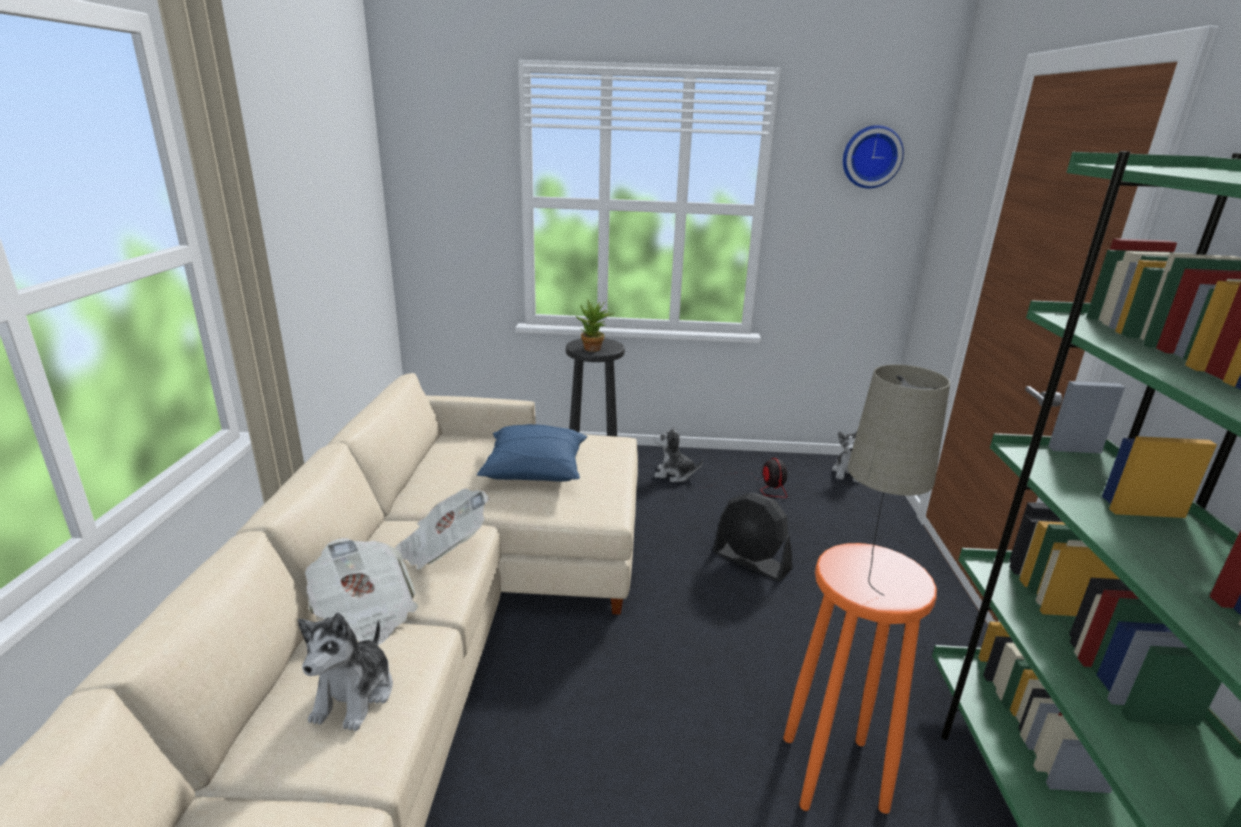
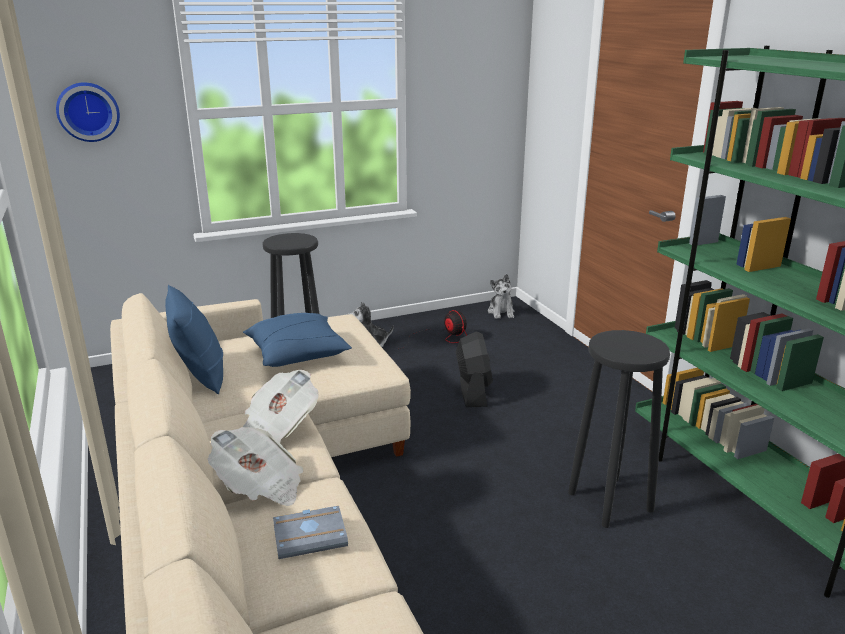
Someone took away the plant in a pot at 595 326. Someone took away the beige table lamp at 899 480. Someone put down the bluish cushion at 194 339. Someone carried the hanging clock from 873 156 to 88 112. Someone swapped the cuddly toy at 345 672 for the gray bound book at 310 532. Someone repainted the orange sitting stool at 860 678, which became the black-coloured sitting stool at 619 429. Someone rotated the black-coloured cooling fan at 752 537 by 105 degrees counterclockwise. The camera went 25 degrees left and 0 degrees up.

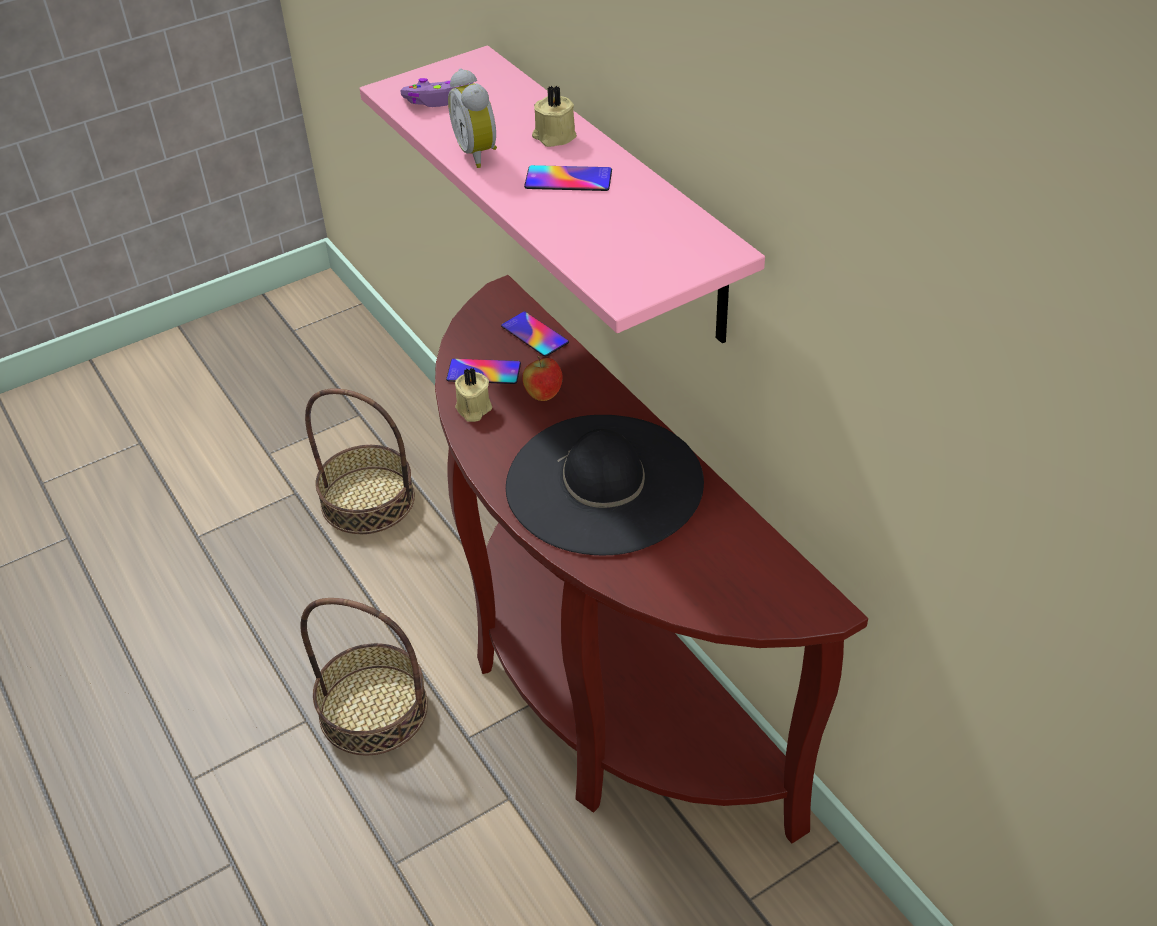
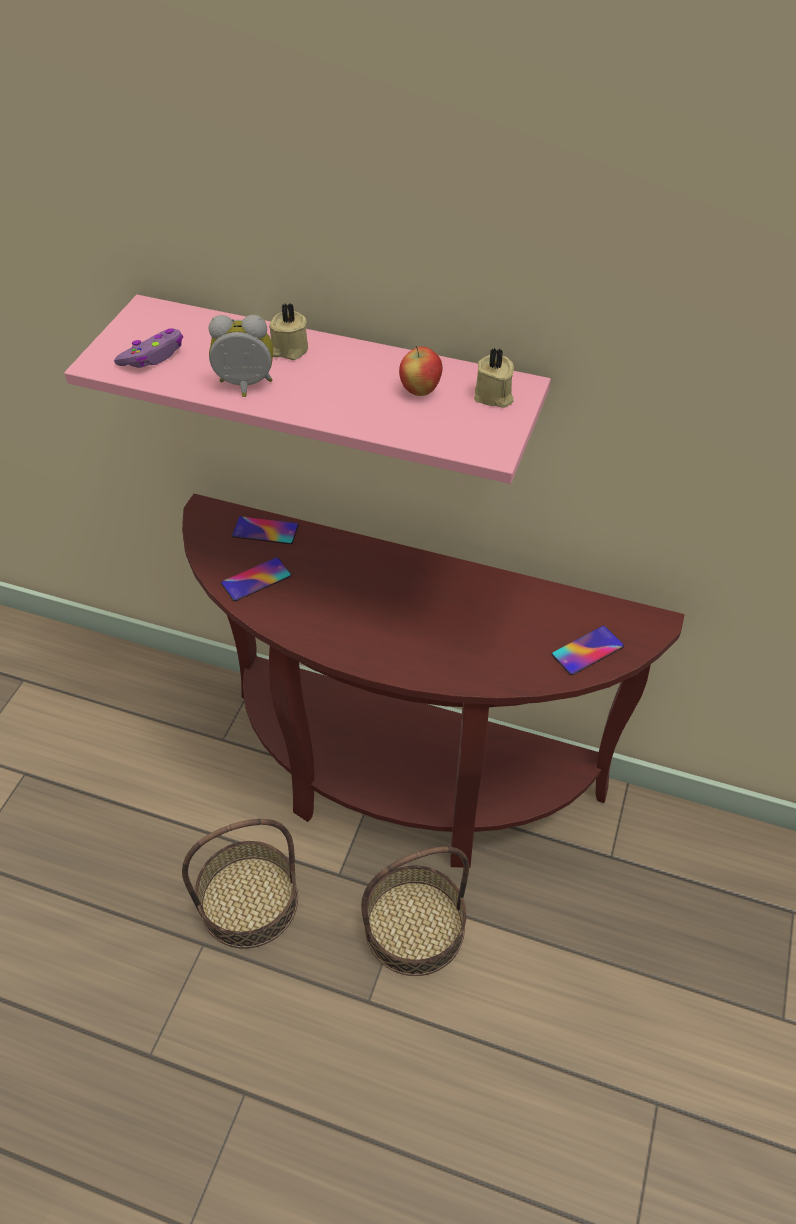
Someone took away the black-coloured clothing hat at 605 485. Someone carried the household basket from 360 461 to 415 911. Someone carried the beige candle from 473 394 to 494 378. Someone carried the apple from 542 378 to 420 371. Someone carried the handset from 568 178 to 588 650. Someone rotated the table clock at 472 118 by 150 degrees clockwise. The camera went 40 degrees left and 5 degrees up.

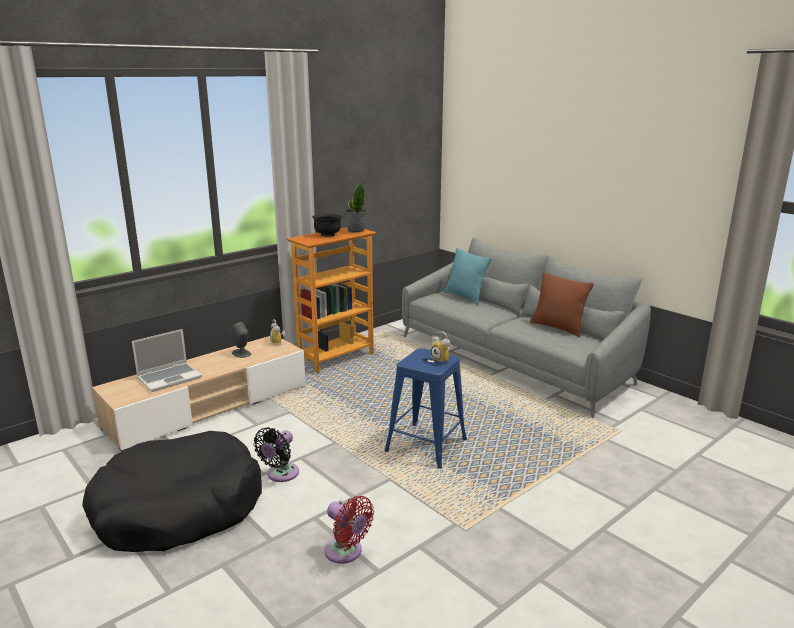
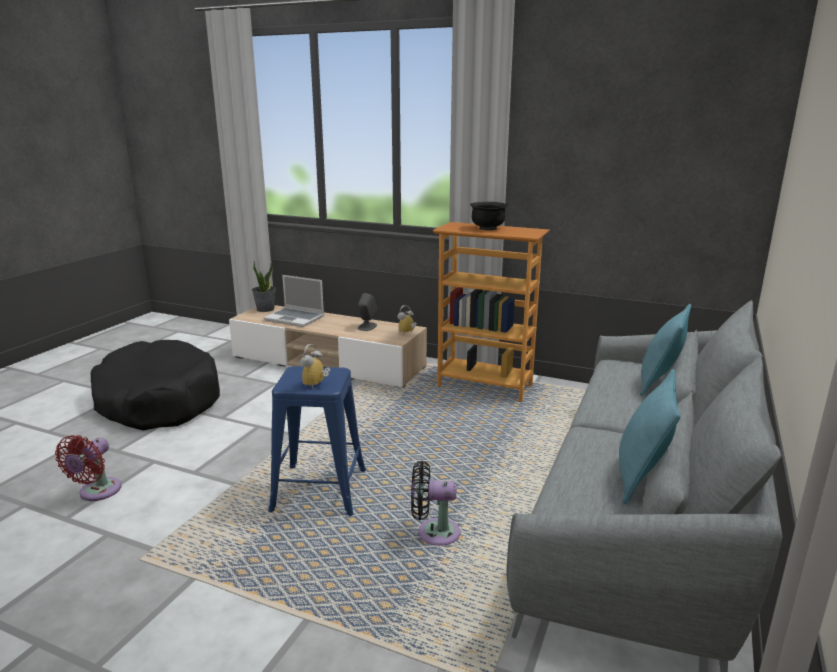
Someone carried the black-coloured cooling fan from 276 454 to 435 503. Someone carried the plant in a pot from 355 207 to 264 286. Someone repainted the brown-coloured cushion at 562 304, which became the blue-green cushion at 649 436. The camera went 65 degrees right and 0 degrees up.

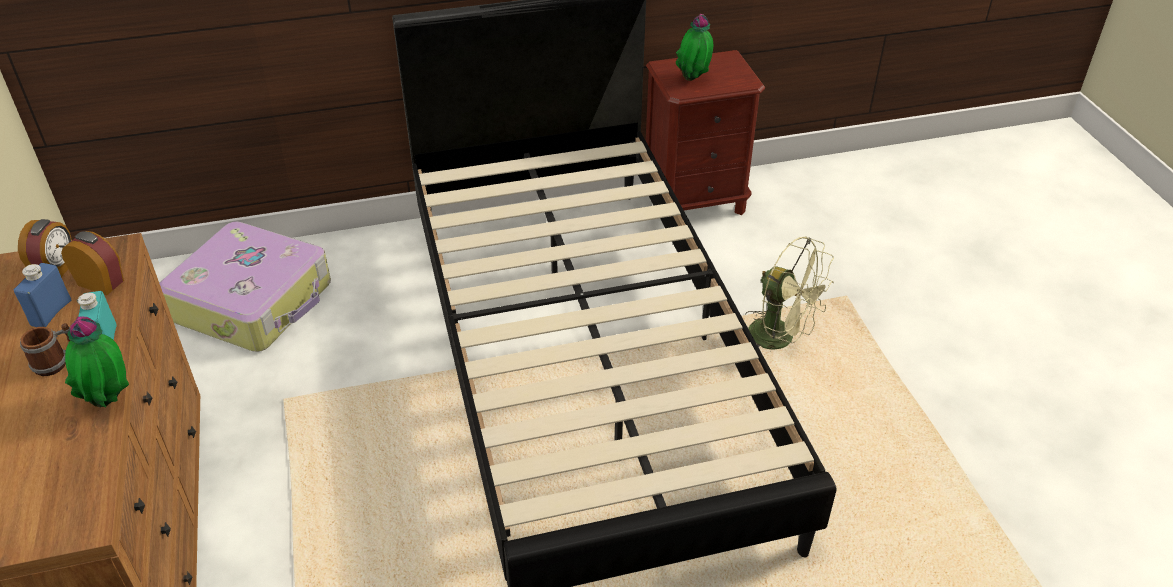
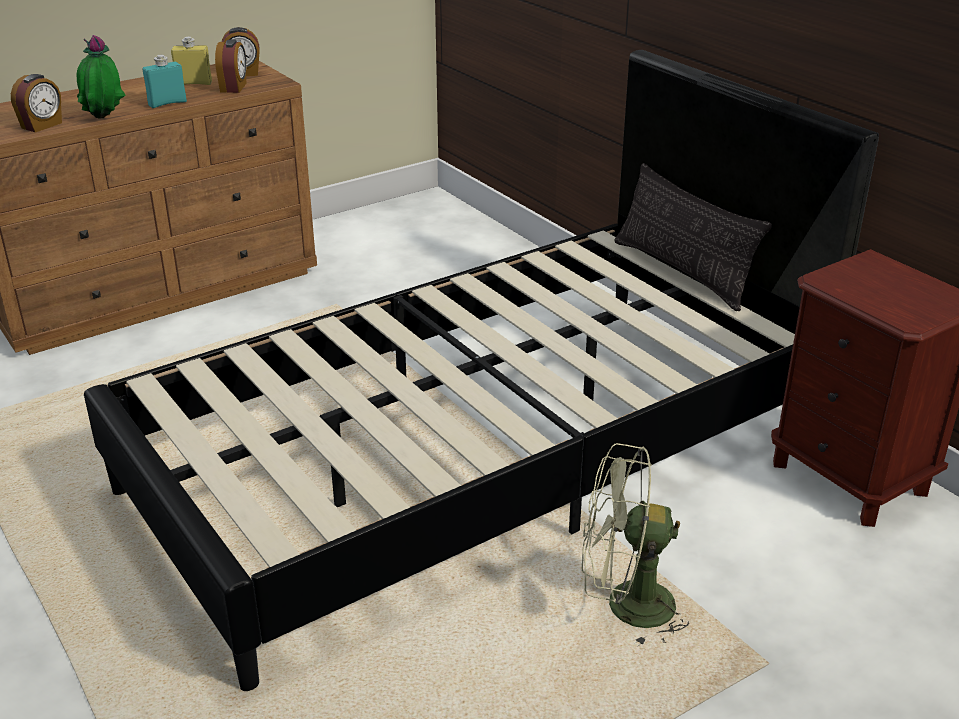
Someone took away the tea mug at 45 349. Someone took away the travel case at 245 286. Someone took away the plant in a pot at 694 47. Someone put down the table clock at 36 103. Someone put down the cushion at 693 237. Someone repainted the bluish drink bottle at 42 295, which became the yellow-coloured drink bottle at 191 61. Someone rotated the greenish cooling fan at 789 293 by 75 degrees clockwise. The camera went 70 degrees right and 10 degrees down.

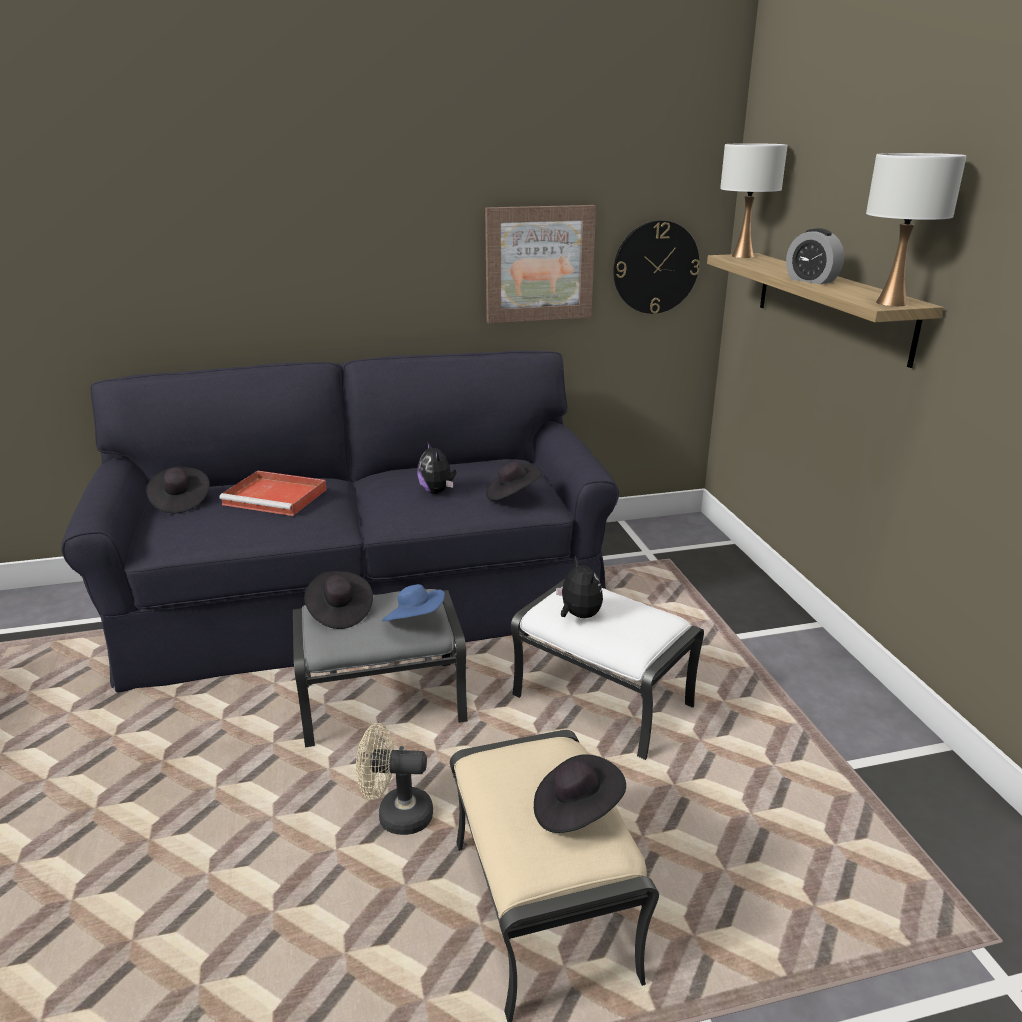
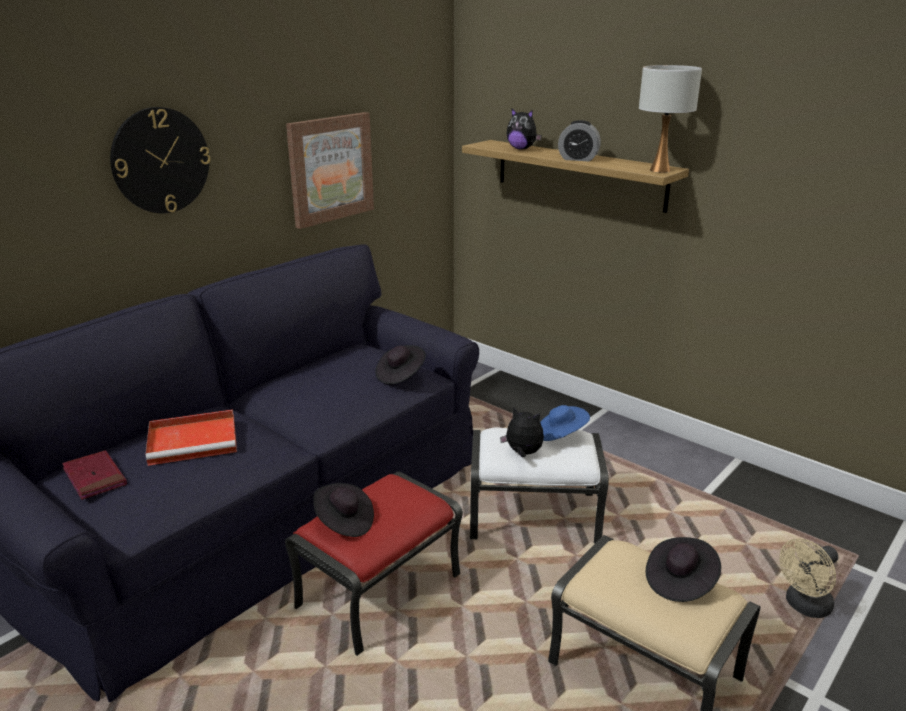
Someone took away the whitish table lamp at 754 200. Someone carried the beige cooling fan from 394 779 to 808 578. Someone carried the bluish clothing hat from 413 602 to 565 423. Someone carried the cuddly toy from 436 468 to 524 129. Someone carried the hanging clock from 656 267 to 160 160. Someone swapped the black-coloured clothing hat at 178 489 for the red bound book at 94 475. Someone repainted the gray ottoman at 380 668, which became the red ottoman at 374 564. The camera went 35 degrees left and 0 degrees up.

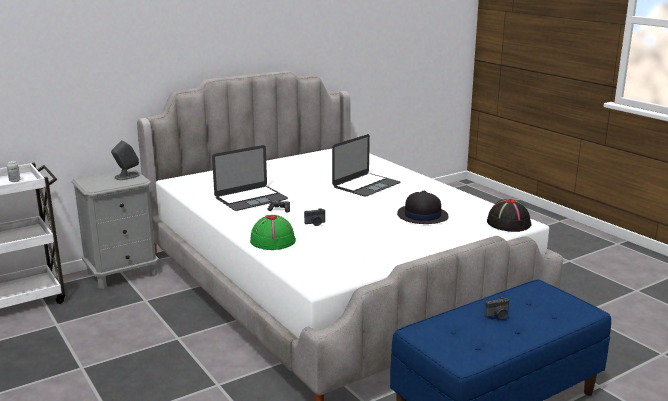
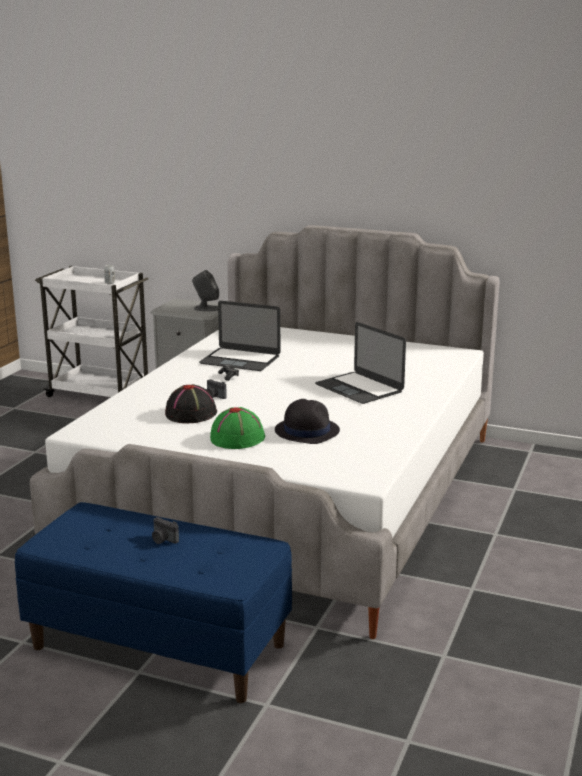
Someone carried the greenish clothing hat from 273 232 to 237 428. Someone carried the black-coloured clothing hat from 509 215 to 191 403. Someone rotated the notebook computer at 366 165 by 45 degrees clockwise. The camera went 55 degrees right and 0 degrees up.

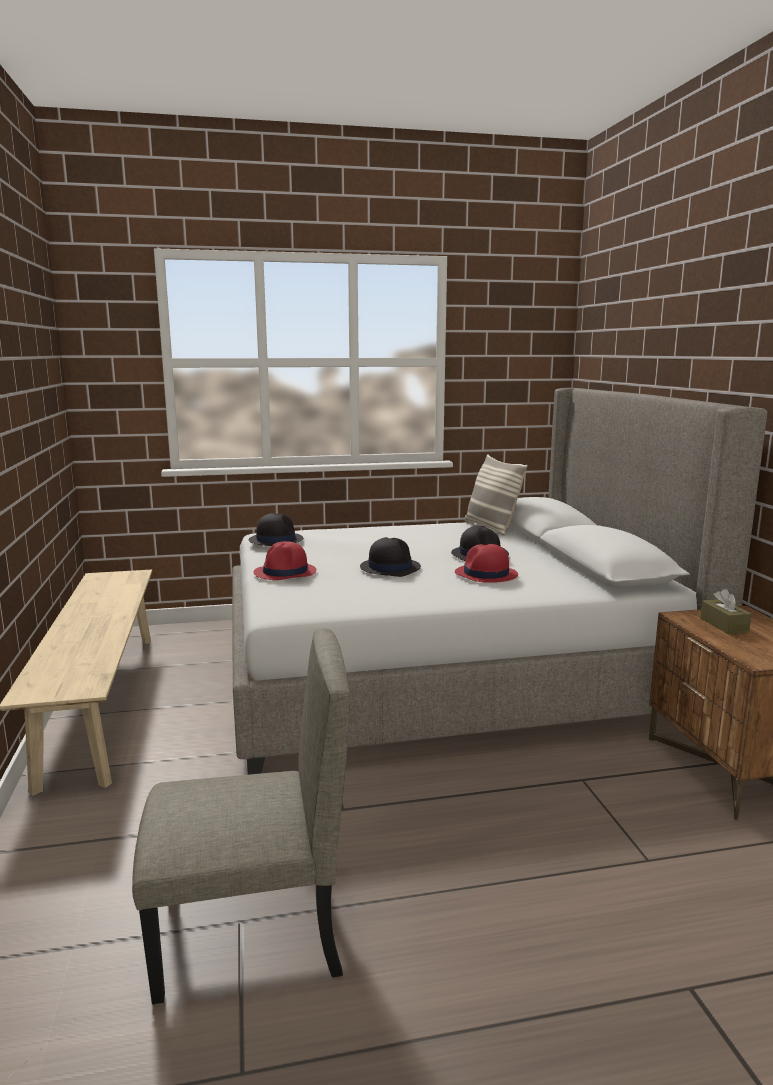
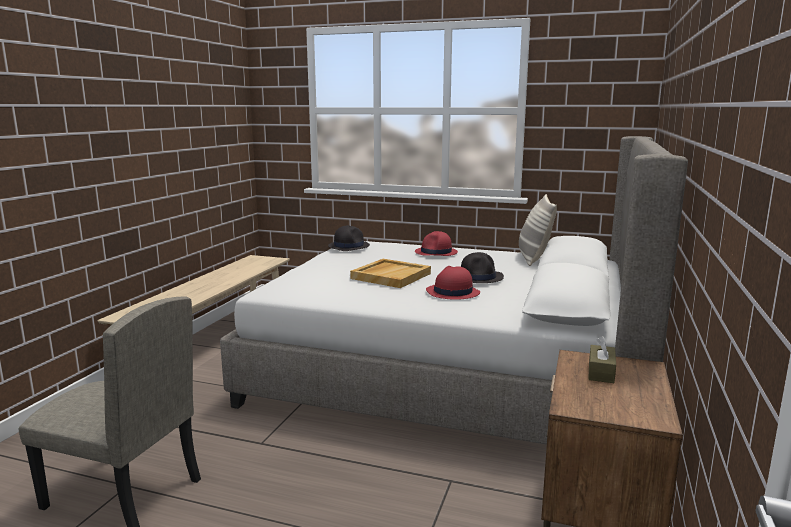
Someone carried the red clothing hat from 284 560 to 436 243. Someone swapped the black-coloured clothing hat at 390 557 for the beige tray at 390 273. The camera went 30 degrees right and 0 degrees up.

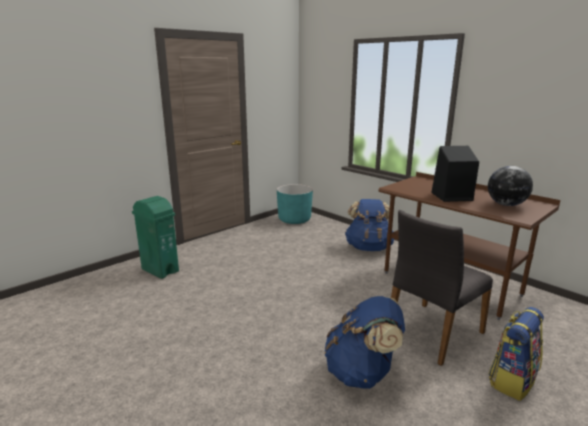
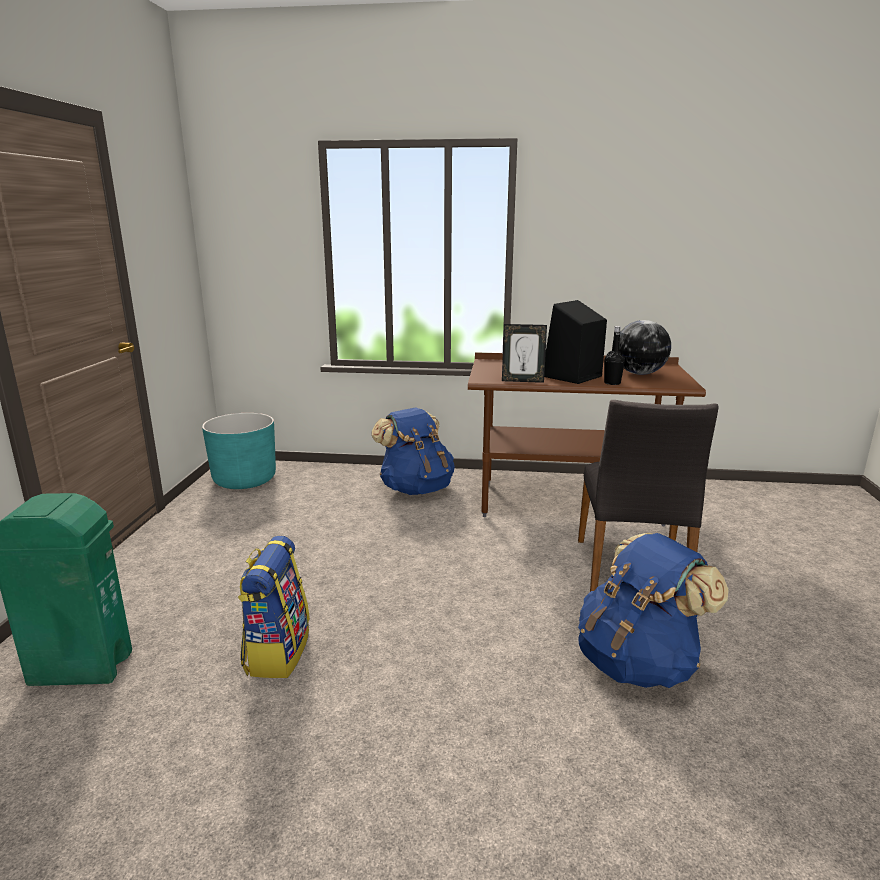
Someone put down the photo frame at 524 353. Someone put down the black-coloured drink bottle at 614 355. Someone carried the backpack from 516 354 to 274 607. The camera went 40 degrees left and 0 degrees up.

